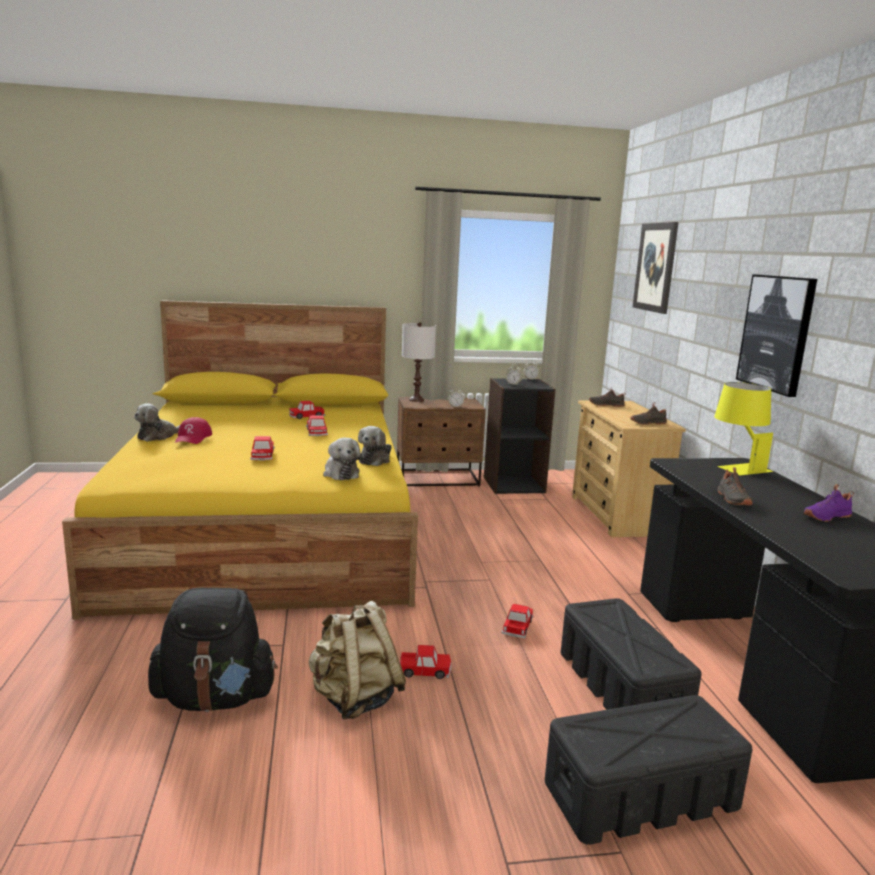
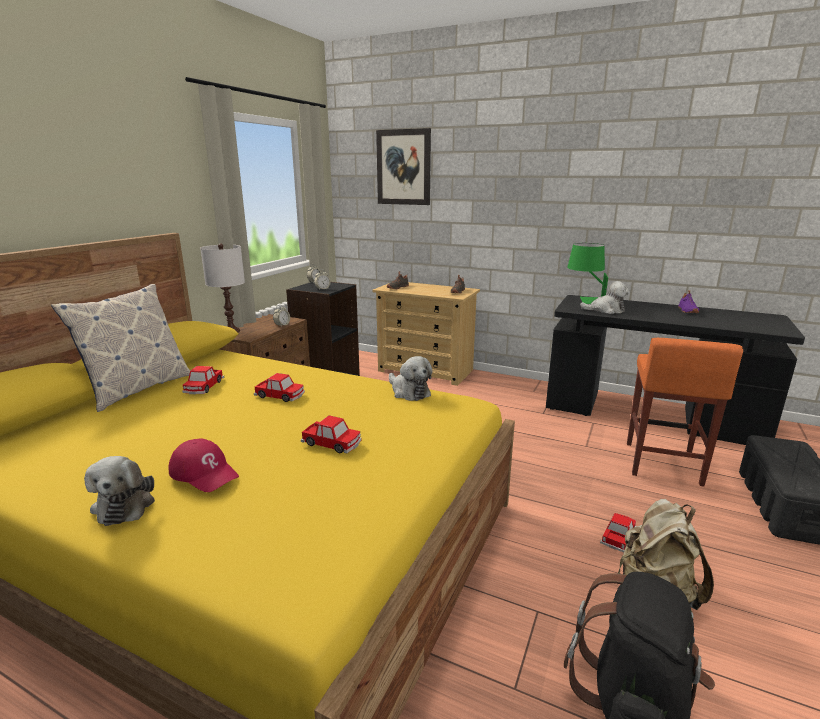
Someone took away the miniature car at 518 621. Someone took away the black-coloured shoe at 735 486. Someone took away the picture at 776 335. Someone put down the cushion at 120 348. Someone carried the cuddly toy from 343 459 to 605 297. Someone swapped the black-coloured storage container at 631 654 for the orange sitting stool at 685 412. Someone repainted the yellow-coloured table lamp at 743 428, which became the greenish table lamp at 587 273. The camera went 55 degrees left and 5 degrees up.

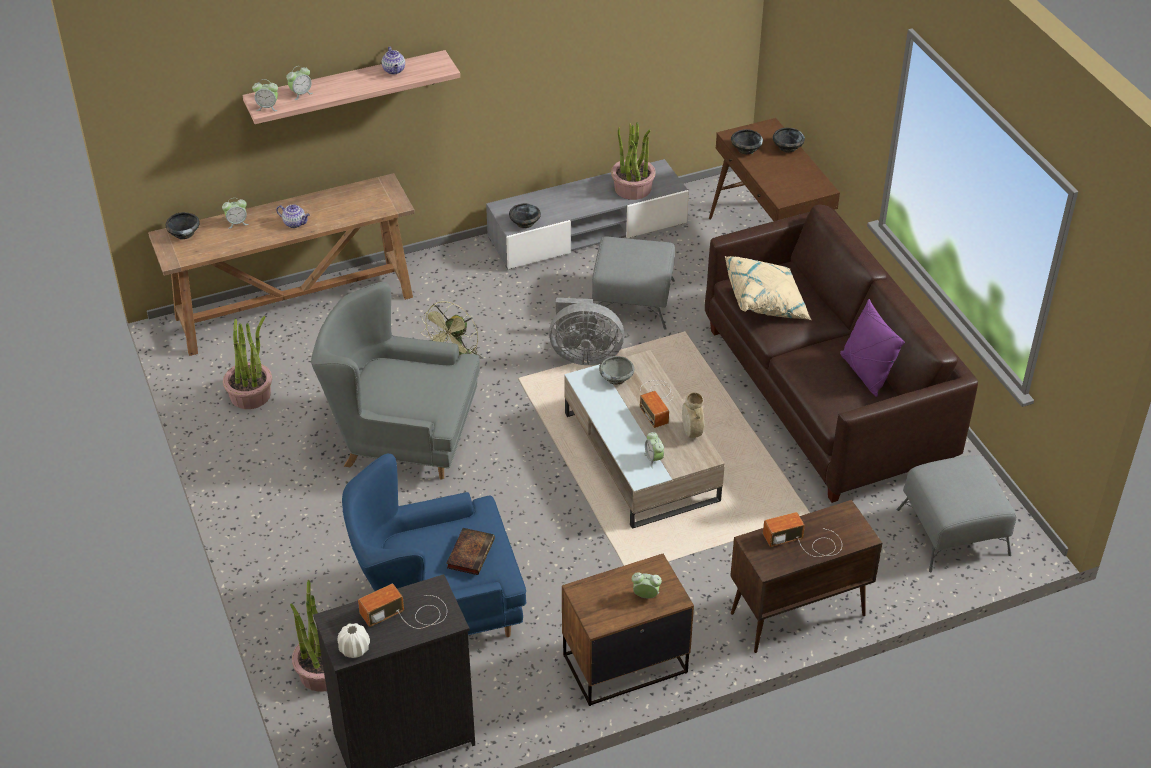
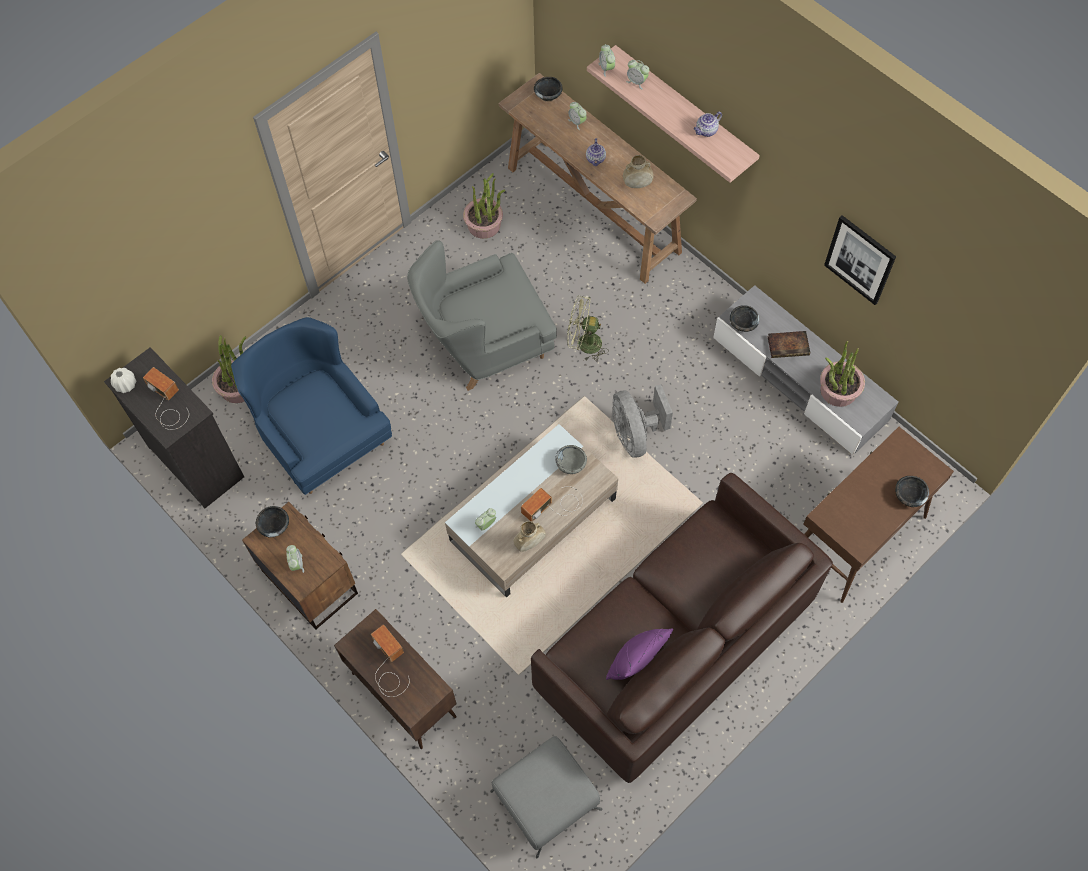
Someone took away the gray ottoman at 633 283. Someone took away the beige cushion at 768 288. Someone put down the beige decorative vase at 638 171. Someone put up the picture at 860 260. Someone carried the bound book from 470 551 to 788 344. Someone carried the black-coloured serving bowl from 747 141 to 272 521. Someone rotated the gray easy chair at 395 381 by 105 degrees counterclockwise. The camera went 70 degrees right and 20 degrees up.

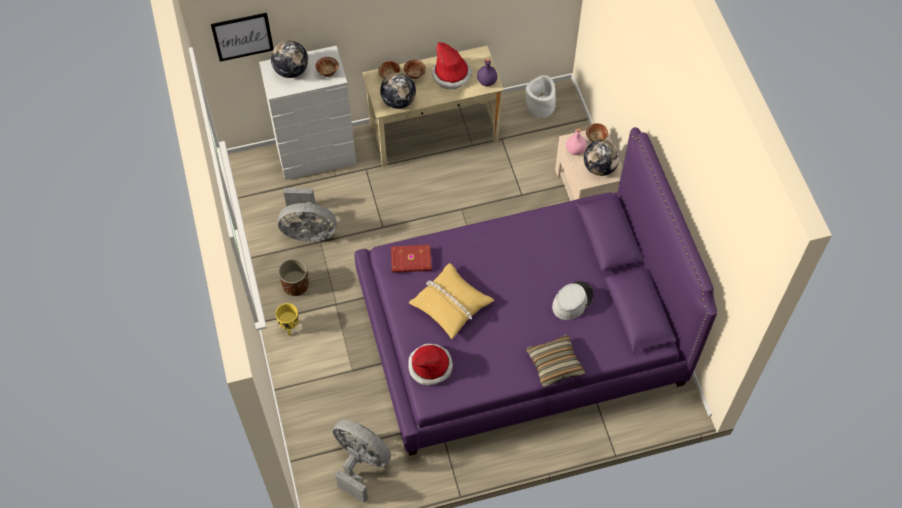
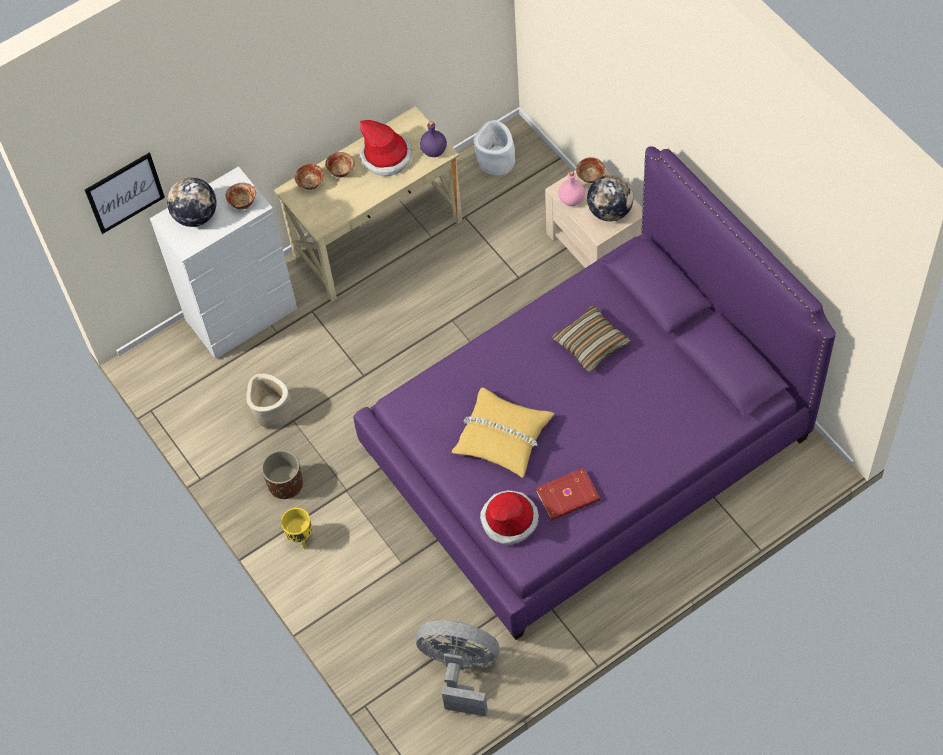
Someone took away the world globe at 398 91. Someone took away the gray clothing hat at 572 300. Someone carried the red bound book from 411 259 to 568 494. Someone carried the cushion from 556 361 to 591 339. Someone swapped the gray cooling fan at 307 215 for the beige plant pot at 269 401. The camera went 15 degrees left and 0 degrees up.

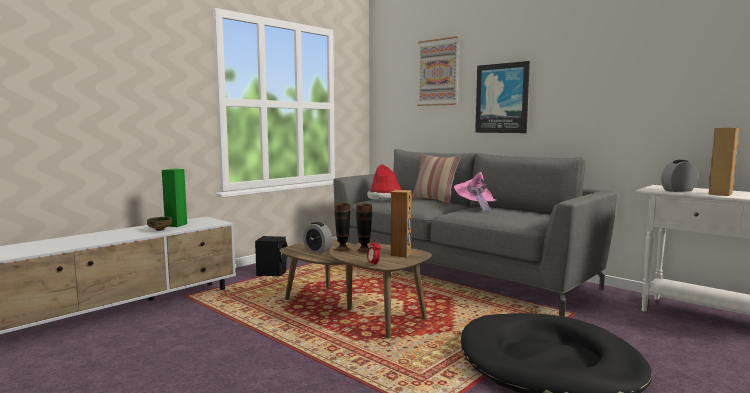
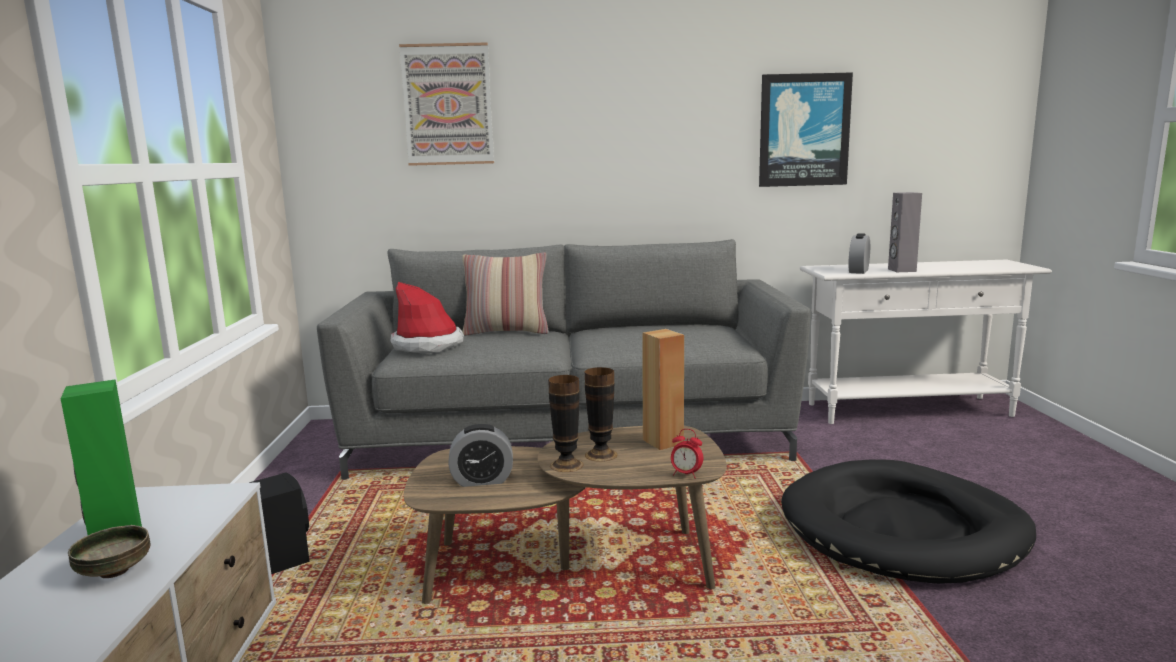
Someone took away the pink clothing hat at 475 192. Someone carried the picture from 502 97 to 806 129. Someone repainted the brown-coloured audio speaker at 723 162, which became the gray audio speaker at 905 232. The camera went 45 degrees left and 5 degrees up.

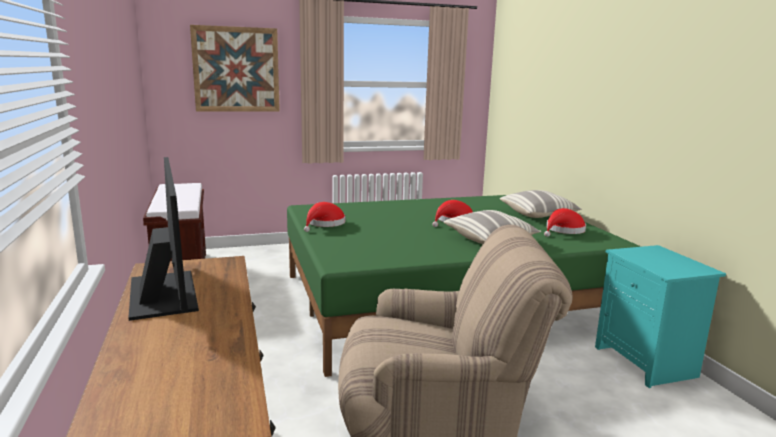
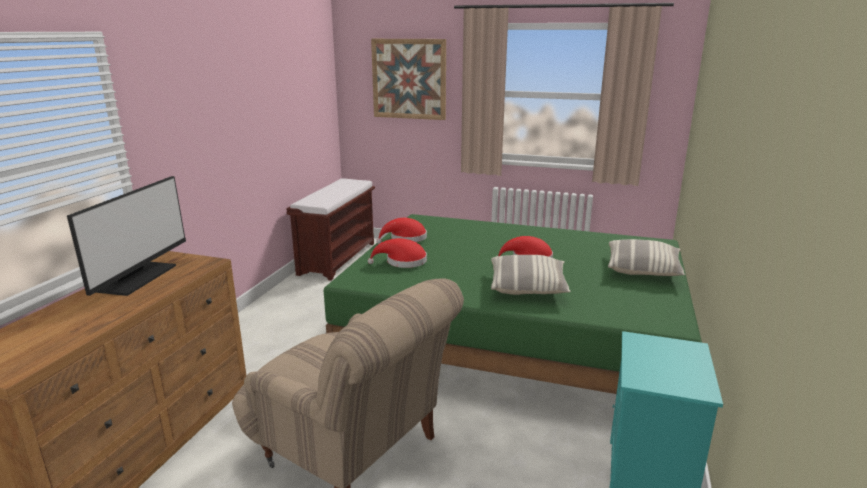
Someone carried the red clothing hat from 565 222 to 397 253. The camera went 35 degrees right and 5 degrees up.

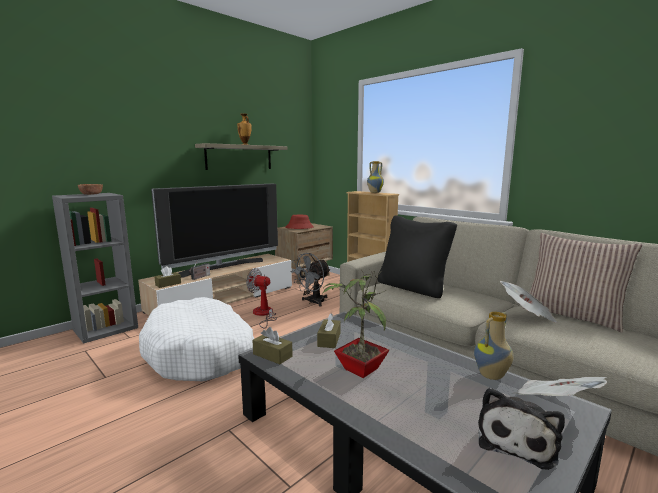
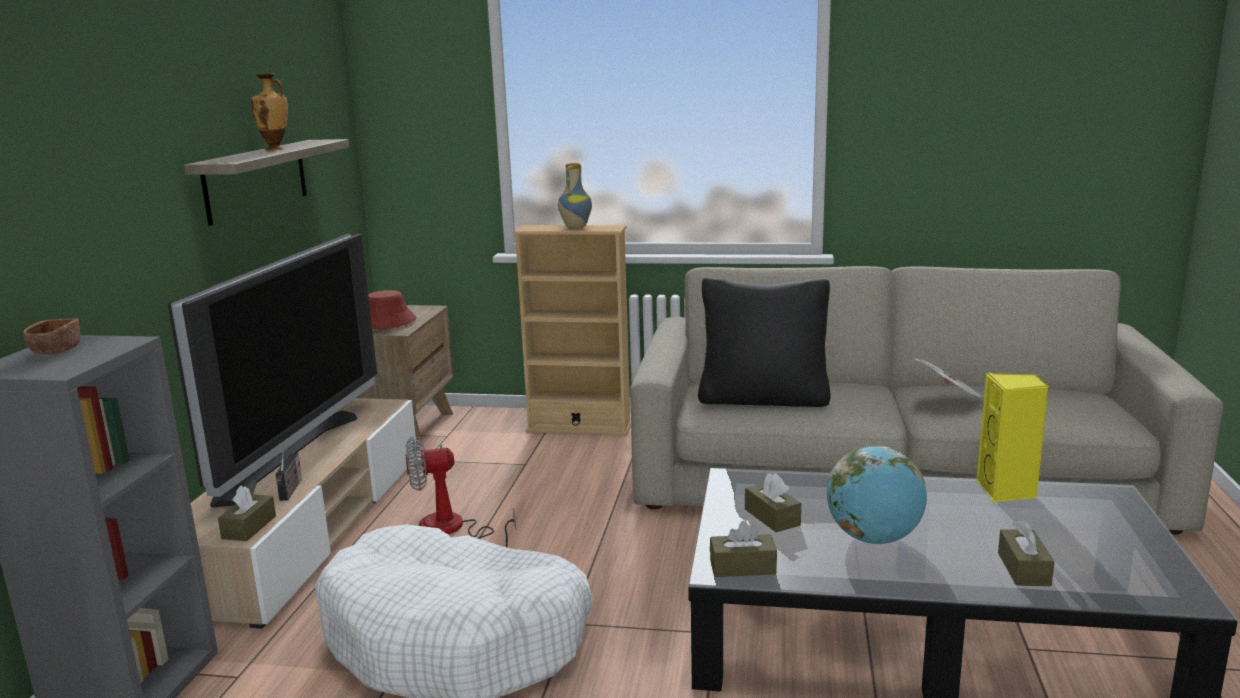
Someone took away the gray cooling fan at 310 280. Someone took away the cuddly toy at 521 429. Someone took away the daily paper at 559 386. Someone took away the cushion at 582 283. Someone put down the brown-coloured box of tissues at 1026 553. Someone swapped the plant in a pot at 355 324 for the world globe at 877 495. Someone swapped the decorative vase at 493 346 for the yellow-coloured audio speaker at 1013 438. The camera went 35 degrees left and 5 degrees up.

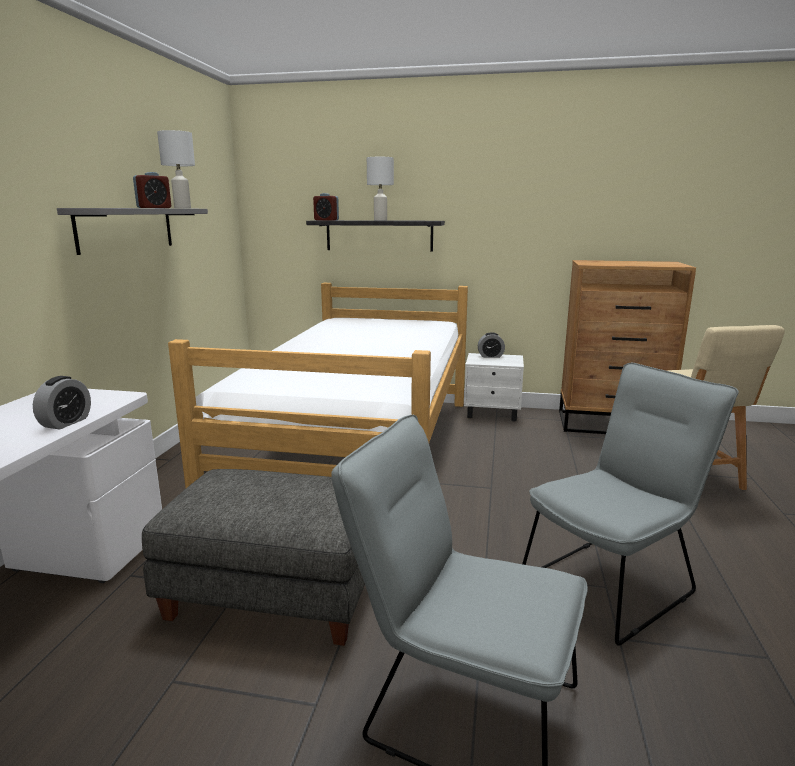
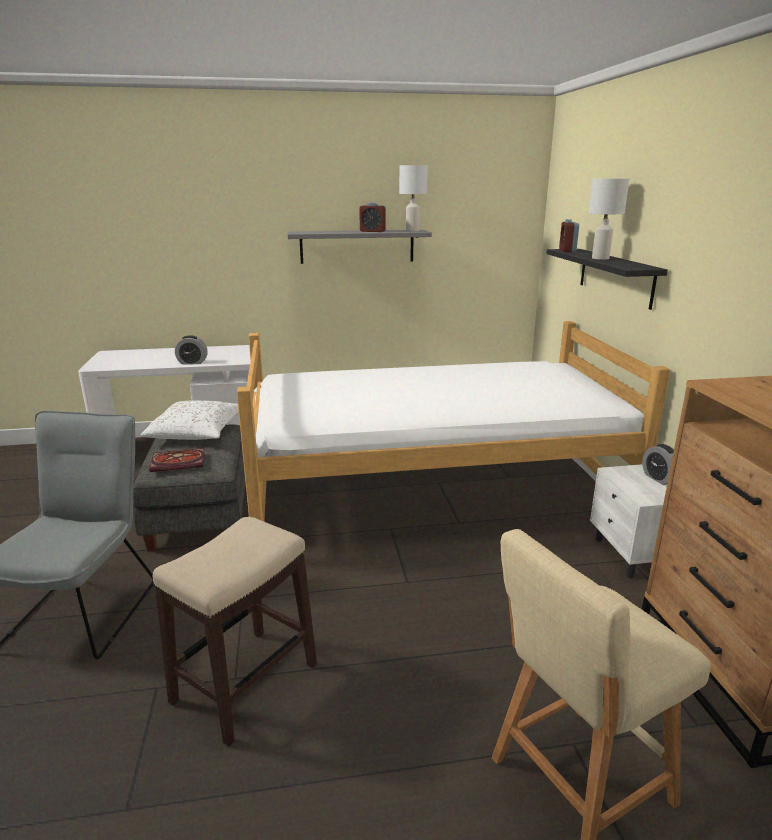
Someone put down the whitish cushion at 190 420. Someone put down the bound book at 177 460. Someone swapped the gray chair at 630 504 for the sitting stool at 235 632. The camera went 70 degrees right and 5 degrees up.

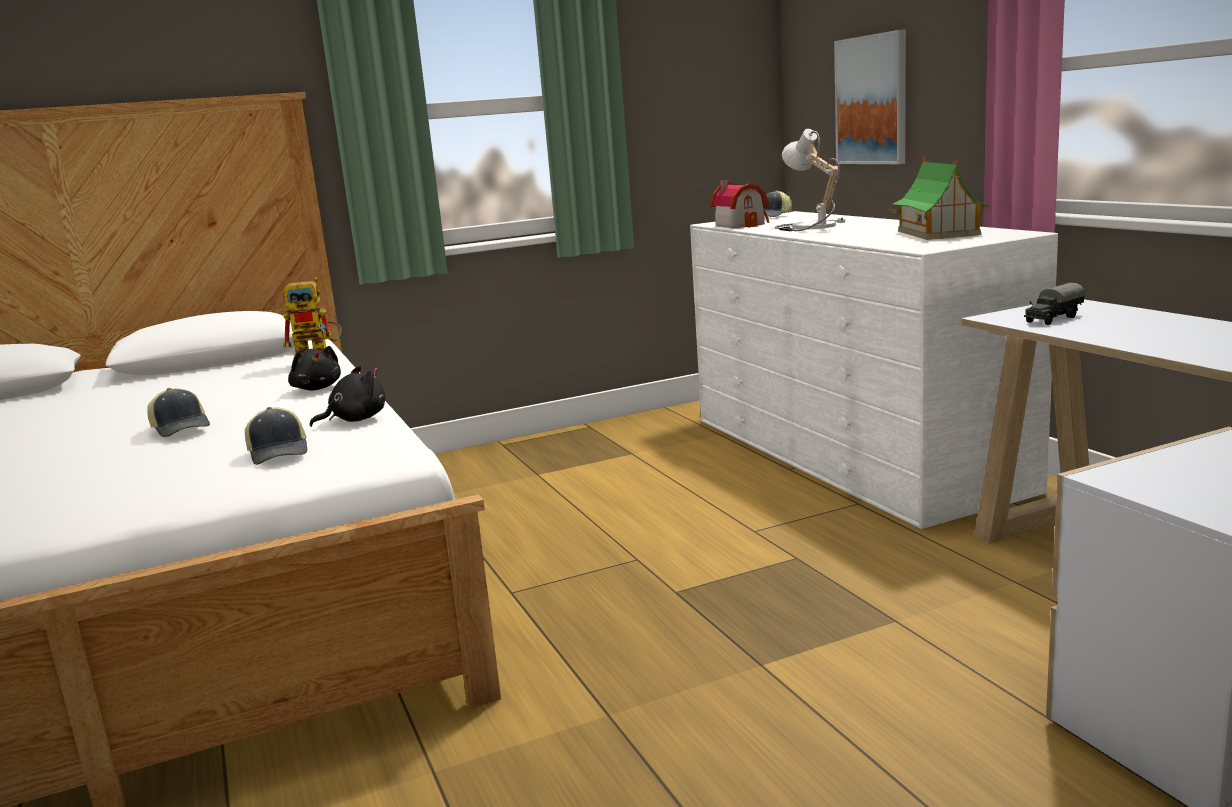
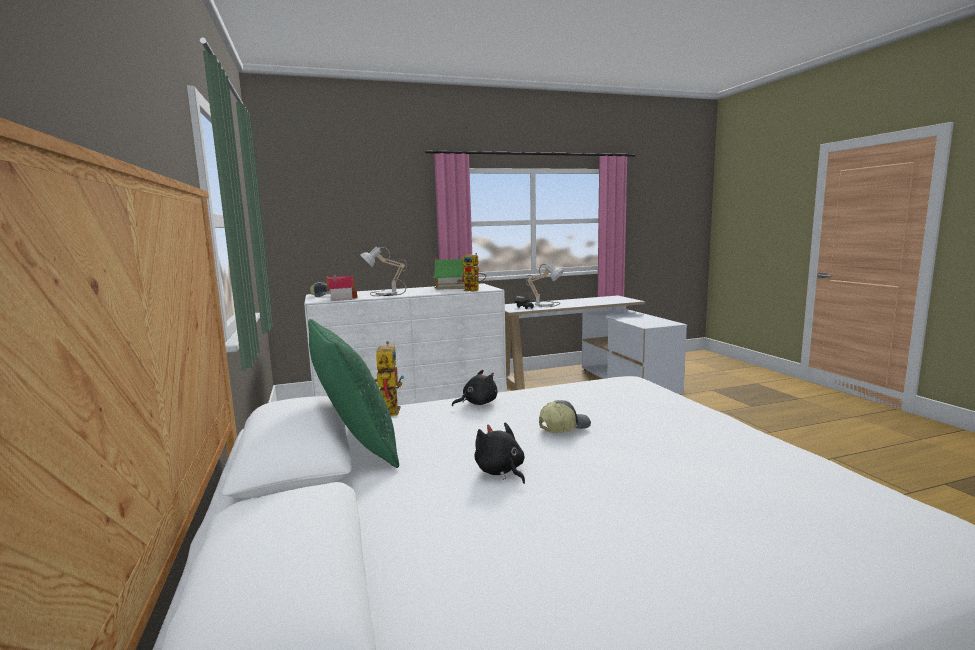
Someone took away the peaked cap at 276 436. Someone took away the picture at 870 96. Someone put down the greenish cushion at 353 393. Someone put down the toy robot at 473 272. Someone put down the table lamp at 545 285. Someone carried the black-coloured cuddly toy from 347 396 to 499 453. The camera went 85 degrees left and 5 degrees down.

